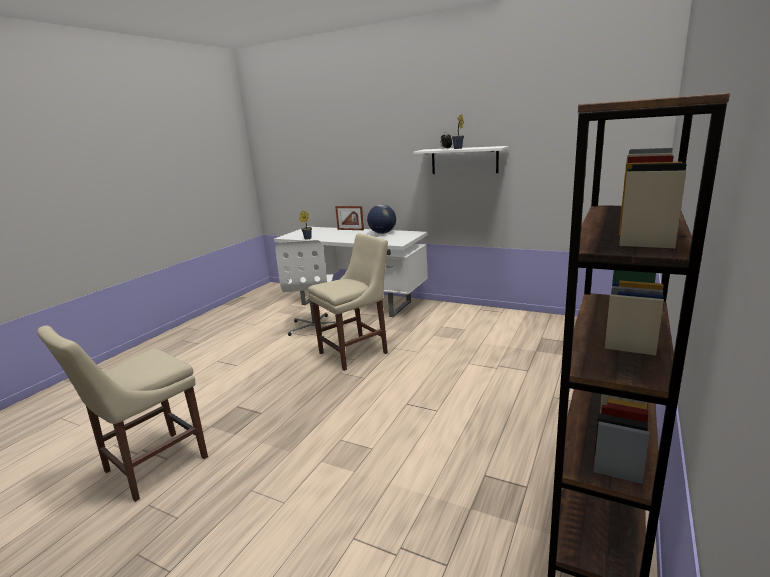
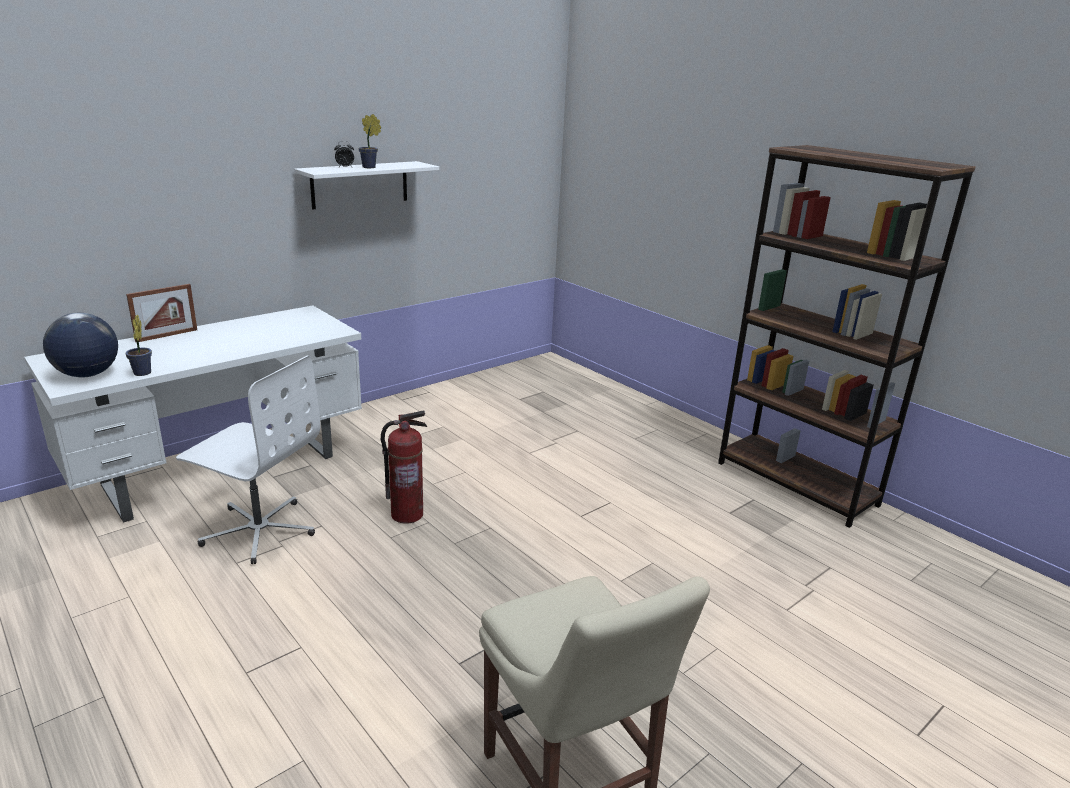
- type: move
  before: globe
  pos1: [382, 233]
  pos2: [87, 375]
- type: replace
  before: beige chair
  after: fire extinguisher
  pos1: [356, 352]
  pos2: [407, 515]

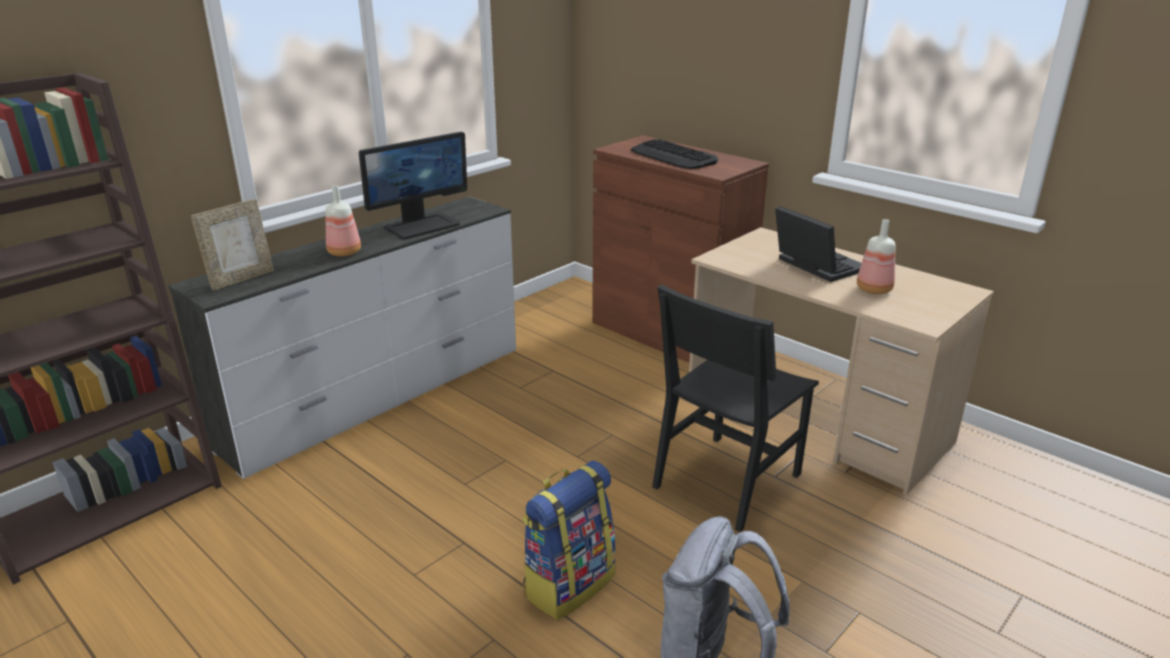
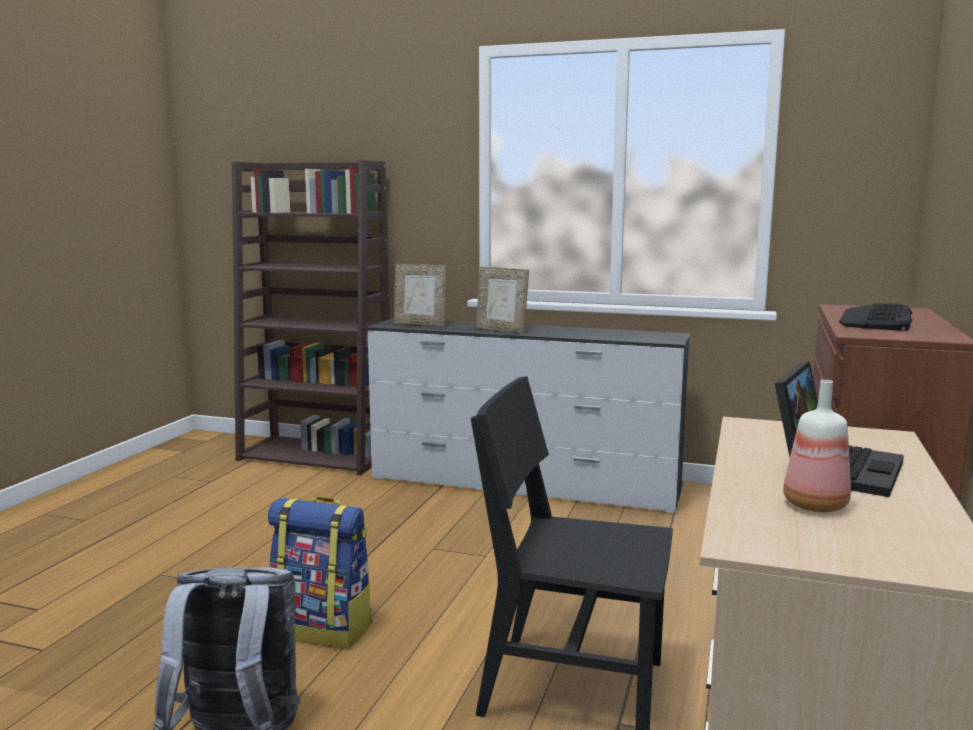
- type: replace
  before: bottle
  after: picture frame
  pos1: [344, 252]
  pos2: [501, 330]
- type: delete
  before: monitor
  pos1: [421, 226]

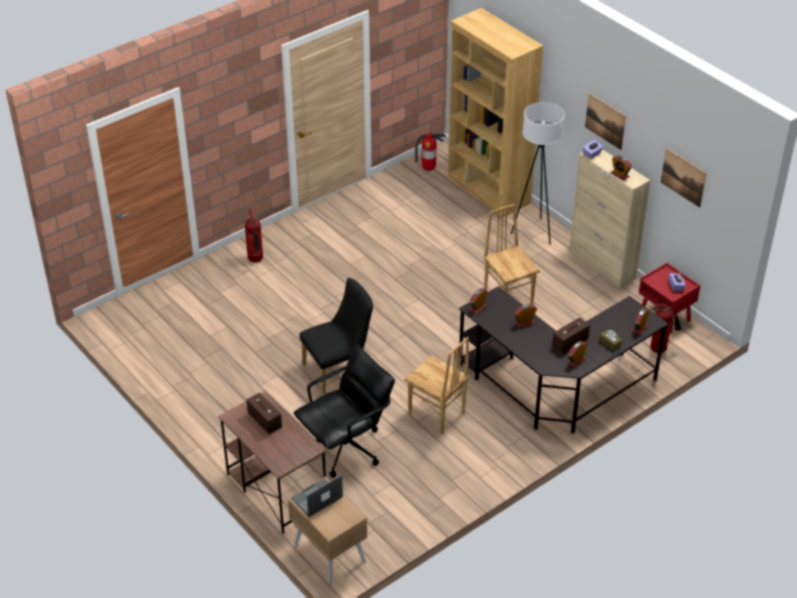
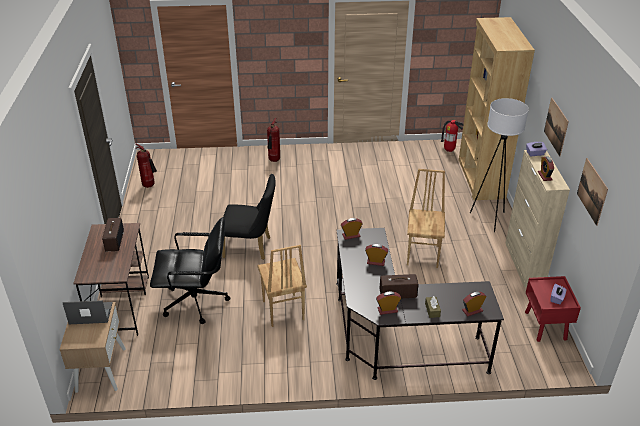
- type: move
  before: fire extinguisher
  pos1: [660, 349]
  pos2: [150, 186]

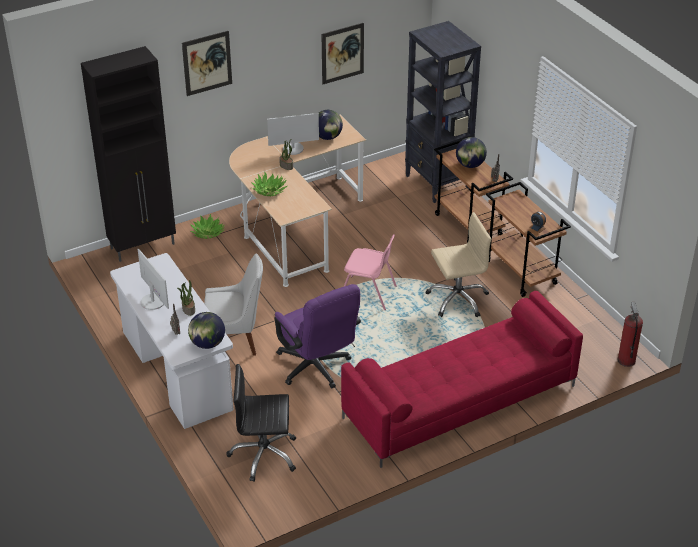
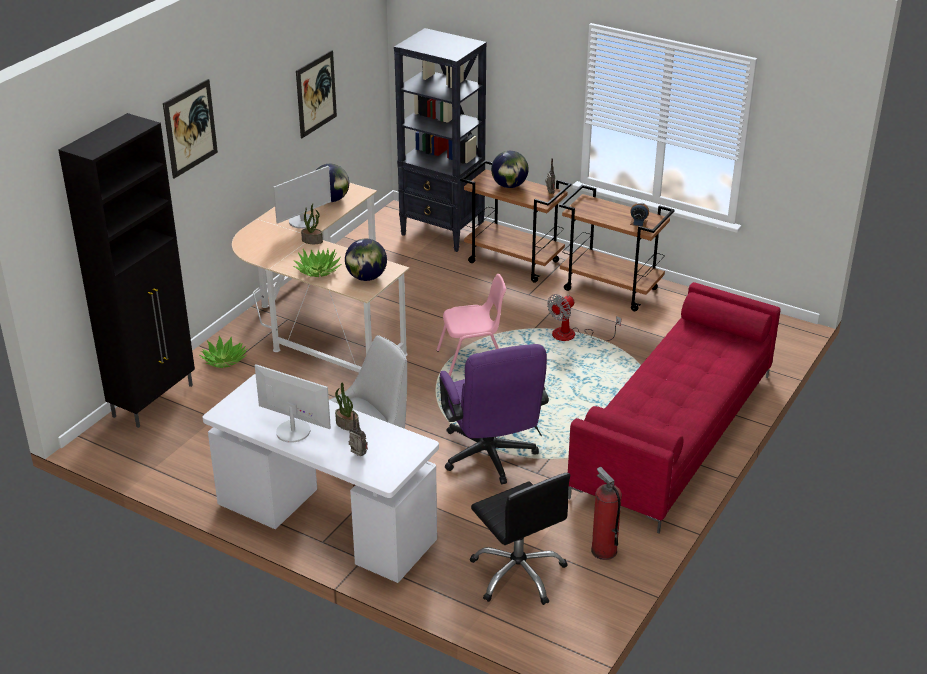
- type: move
  before: globe
  pos1: [207, 344]
  pos2: [366, 277]
- type: rotate
  before: purple office chair
  pos1: [317, 369]
  pos2: [490, 459]
  turn: 45
- type: rotate
  before: black office chair
  pos1: [264, 455]
  pos2: [518, 573]
  turn: -90
- type: replace
  before: beige office chair
  after: fan
  pos1: [457, 299]
  pos2: [572, 335]
- type: move
  before: fire extinguisher
  pos1: [626, 360]
  pos2: [603, 551]

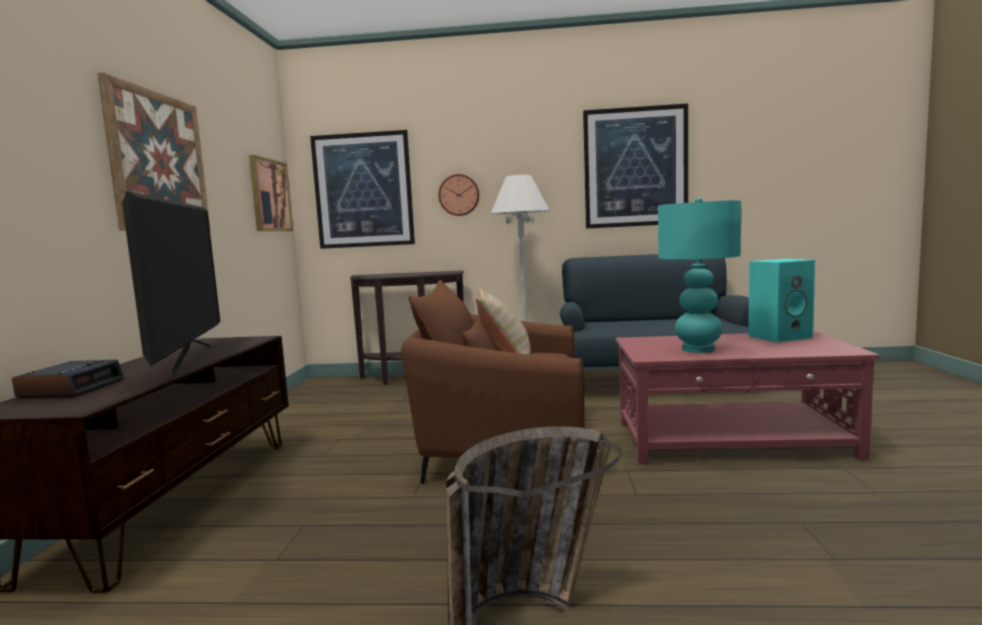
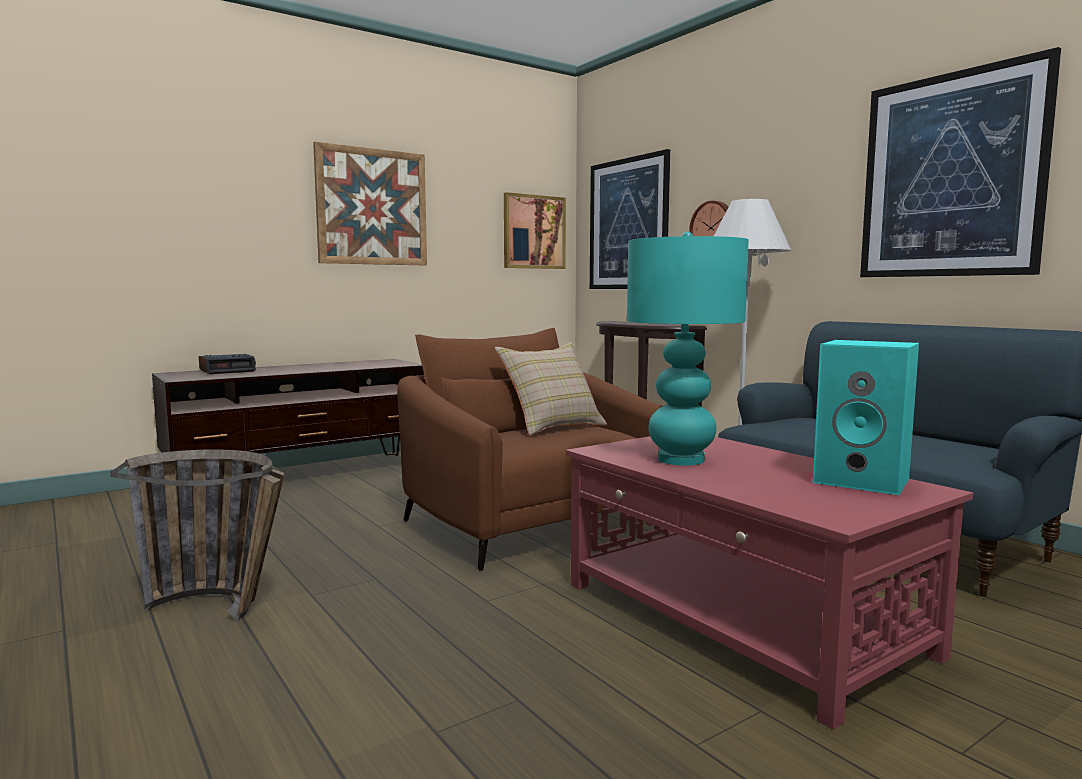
- type: delete
  before: television
  pos1: [190, 359]

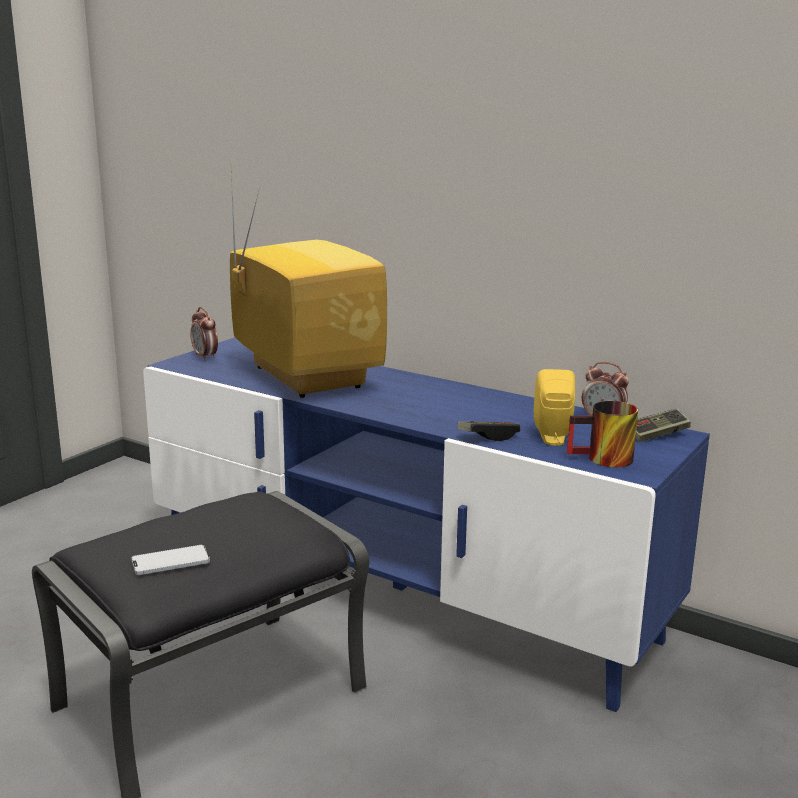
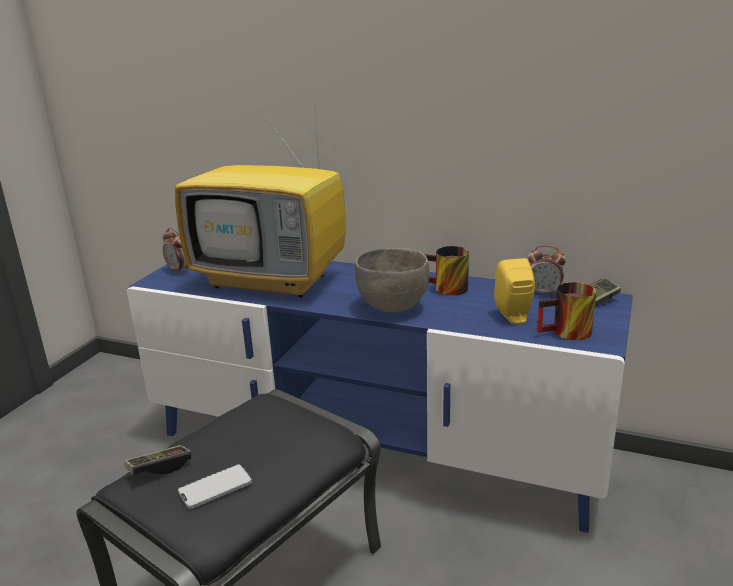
- type: move
  before: game controller
  pos1: [488, 437]
  pos2: [159, 468]
- type: rotate
  before: television
  pos1: [302, 377]
  pos2: [274, 280]
  turn: 150
- type: insert
  after: grey bowl
  pos2: [393, 307]
- type: insert
  after: mug
  pos2: [445, 289]

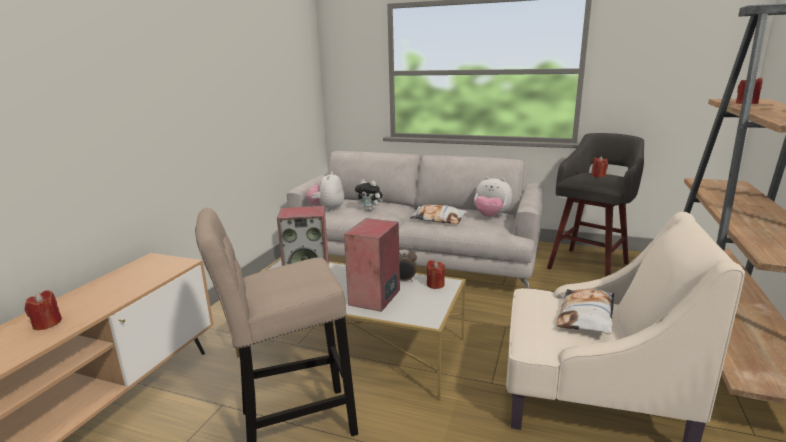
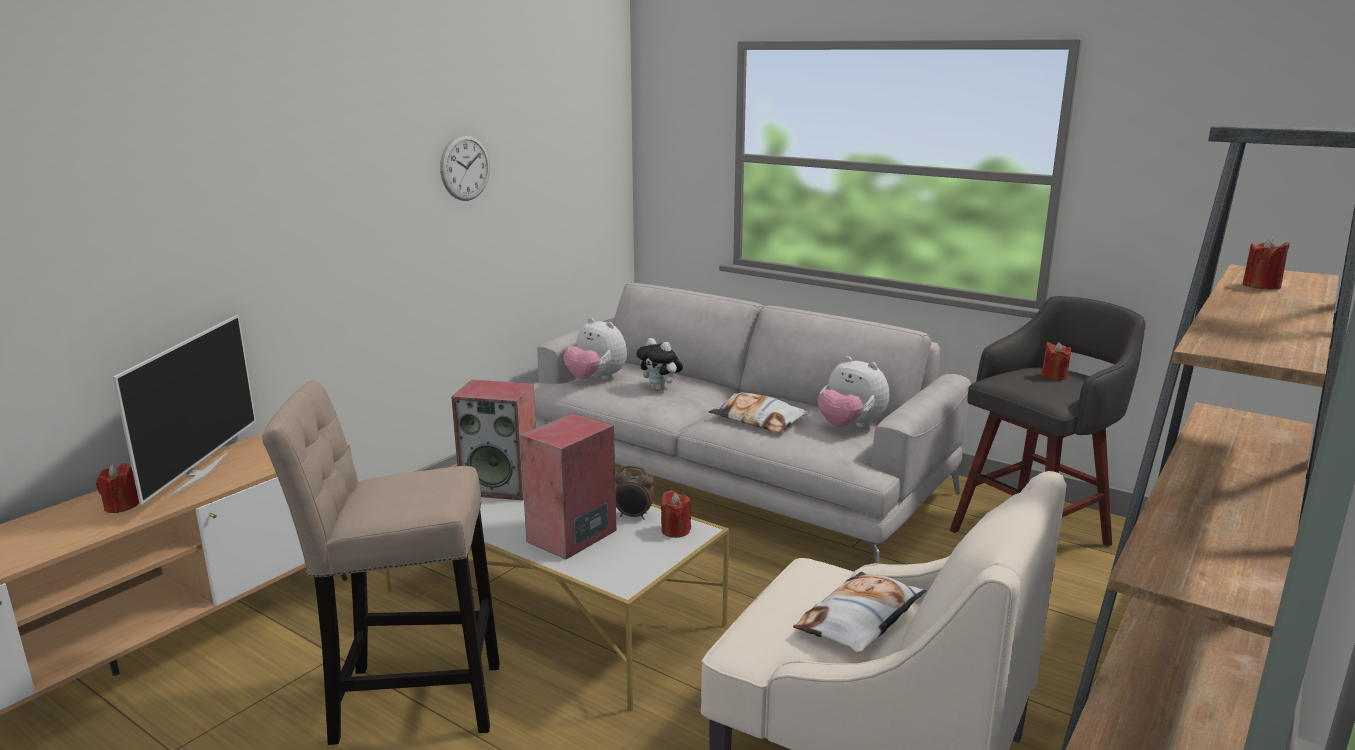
- type: insert
  after: television
  pos2: [198, 474]
- type: insert
  after: wall clock
  pos2: [465, 167]
- type: rotate
  before: plush toy
  pos1: [327, 209]
  pos2: [596, 379]
  turn: -75

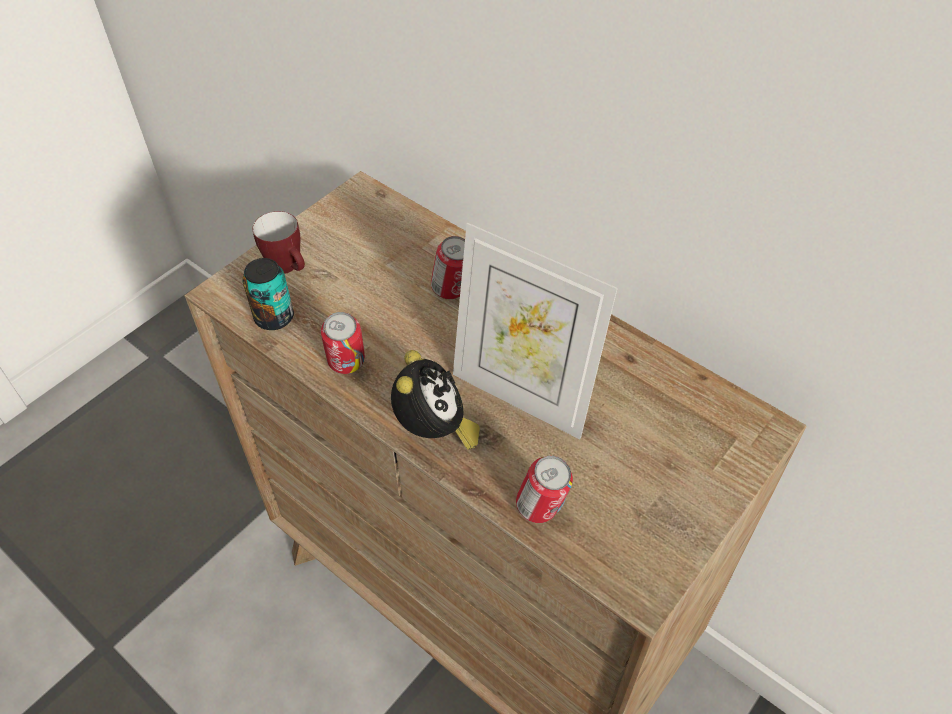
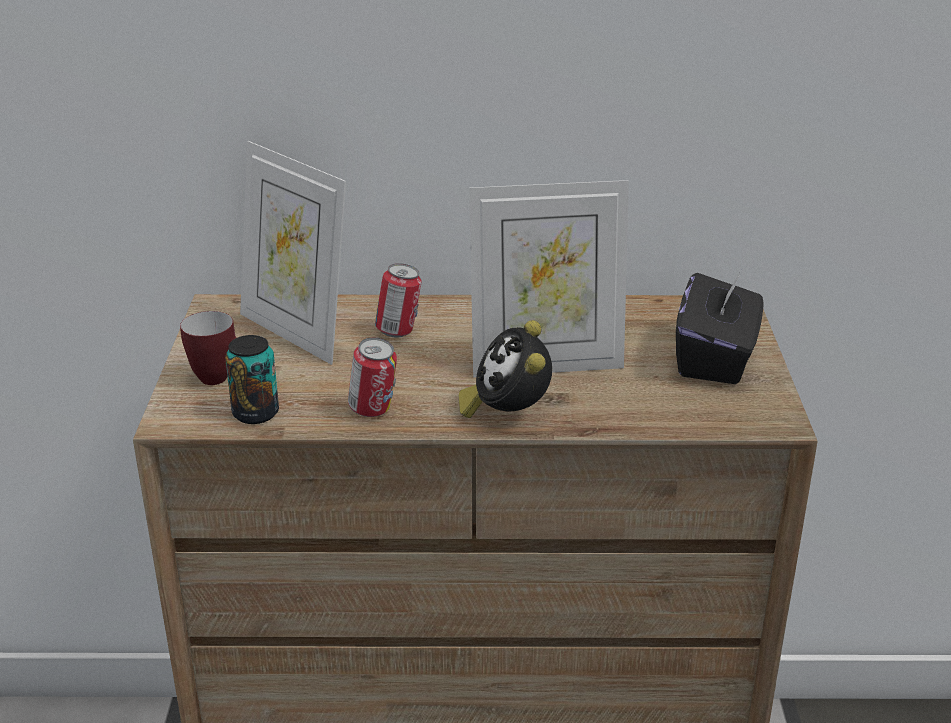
- type: insert
  after: picture frame
  pos2: [296, 333]
- type: rotate
  before: alarm clock
  pos1: [434, 431]
  pos2: [507, 414]
  turn: -150
- type: insert
  after: black tissue box
  pos2: [716, 358]
- type: delete
  before: can
  pos1: [541, 510]

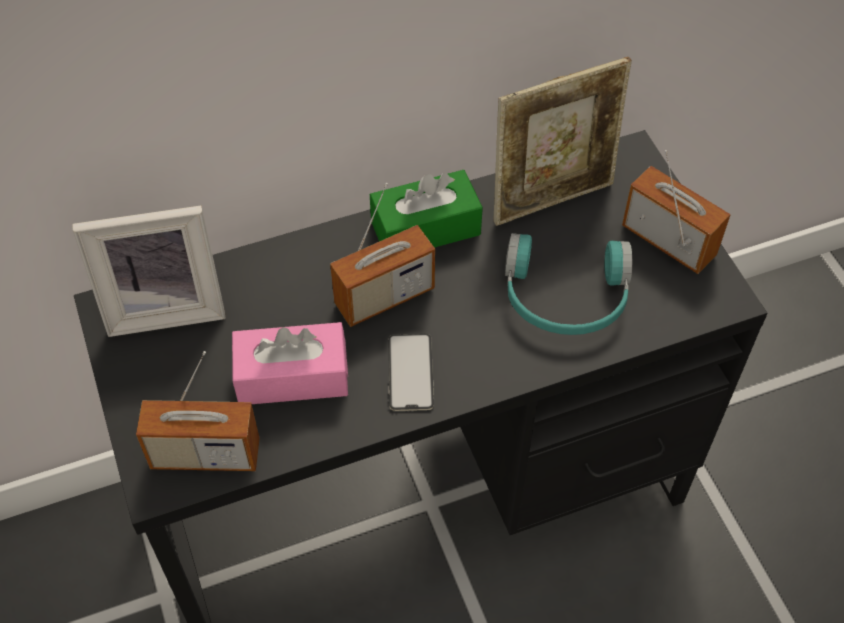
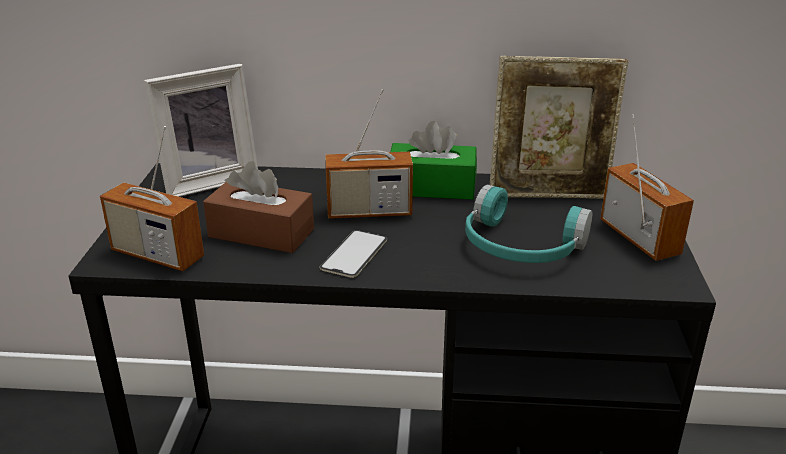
- type: rotate
  before: picture frame
  pos1: [165, 307]
  pos2: [208, 181]
  turn: -45
- type: recolor
  before: pink tissue box
  after: brown tissue box
  pos1: [292, 376]
  pos2: [261, 233]

